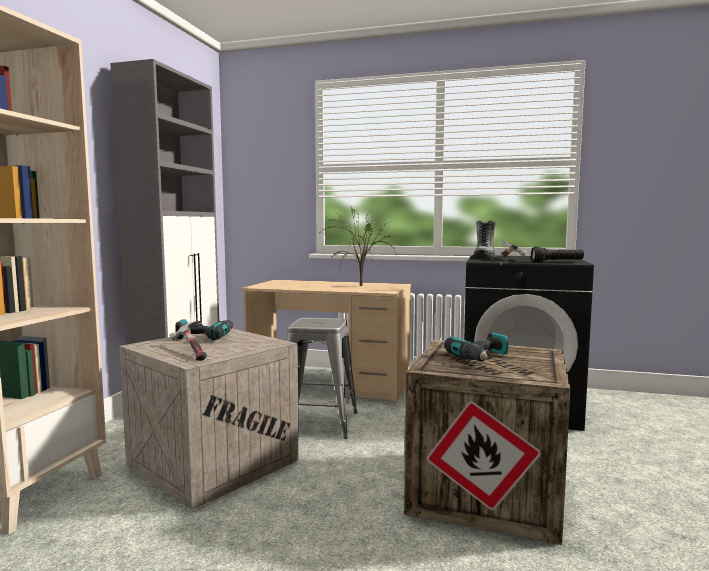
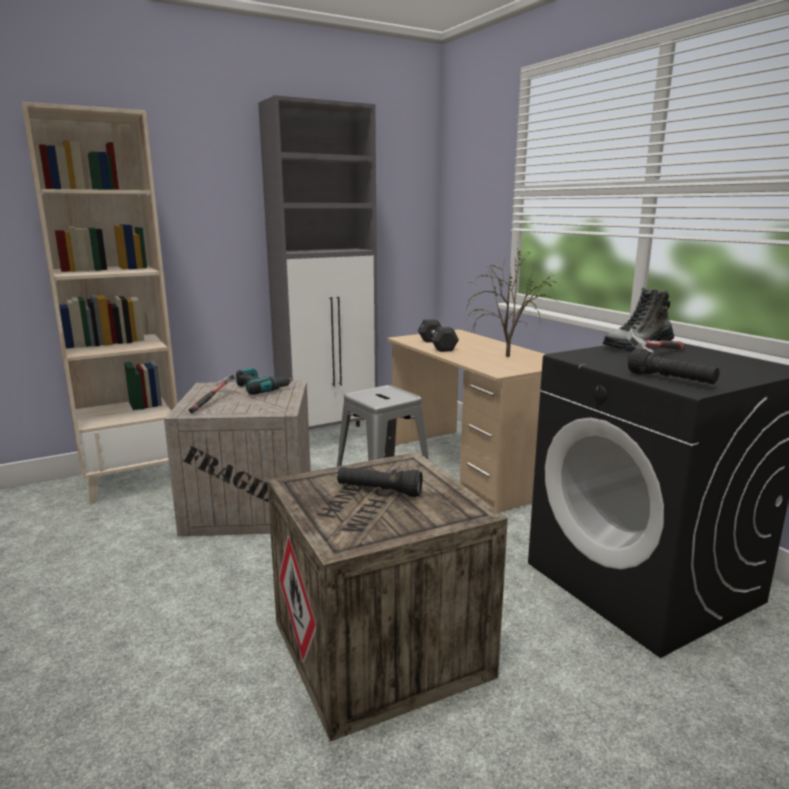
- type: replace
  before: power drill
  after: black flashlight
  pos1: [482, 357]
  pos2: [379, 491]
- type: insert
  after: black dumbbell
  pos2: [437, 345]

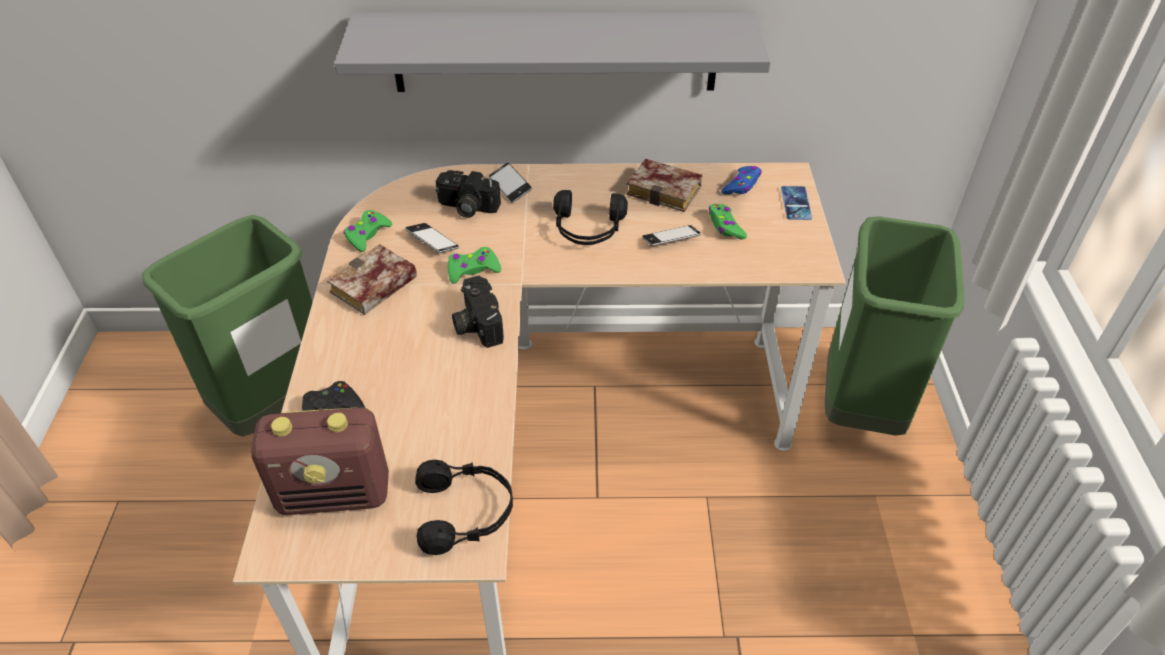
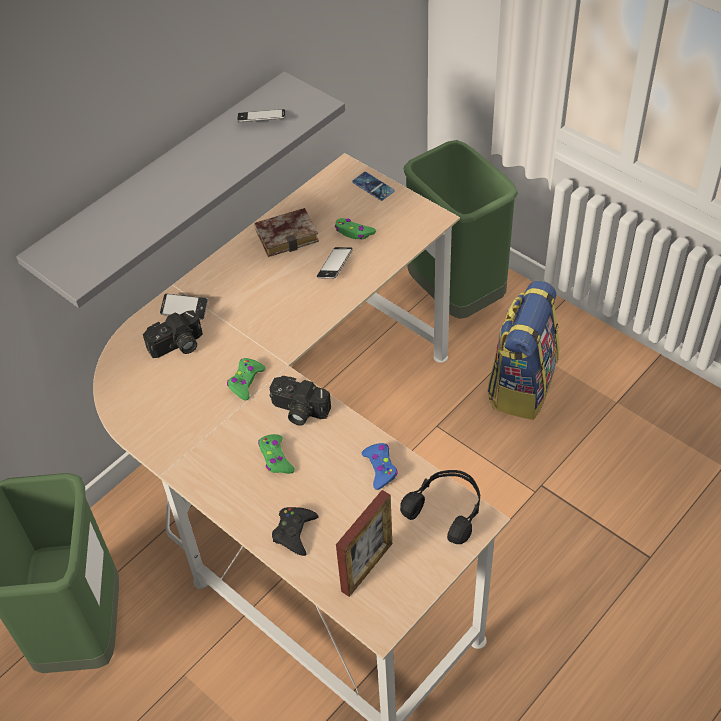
- type: move
  before: phone
  pos1: [432, 242]
  pos2: [262, 119]
- type: move
  before: green game controller
  pos1: [367, 235]
  pos2: [276, 458]
- type: replace
  before: radio
  after: picture frame
  pos1: [336, 493]
  pos2: [367, 567]
- type: move
  before: blue game controller
  pos1: [741, 185]
  pos2: [380, 468]
- type: insert
  after: backpack
  pos2: [521, 385]
- type: delete
  before: book
  pos1: [373, 288]
- type: delete
  before: black headphones
  pos1: [588, 229]

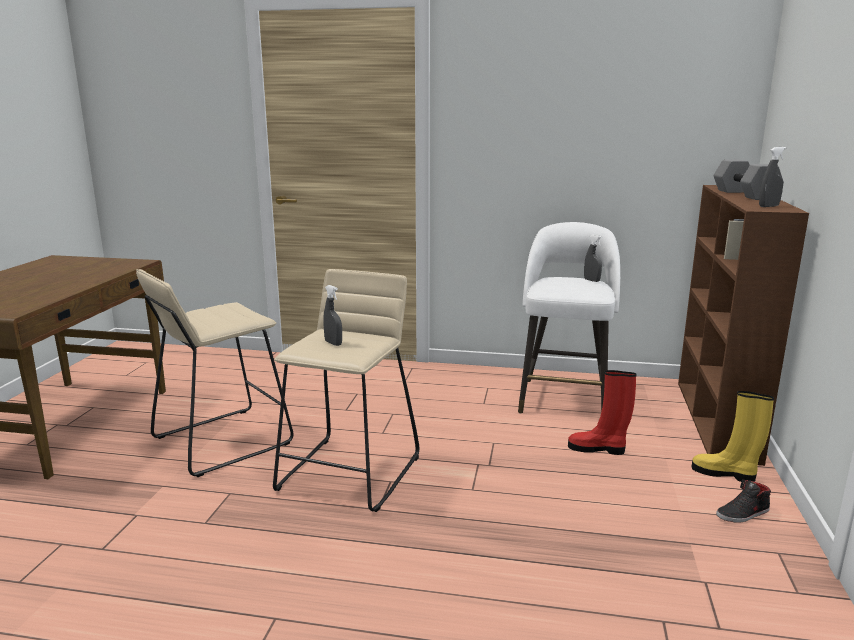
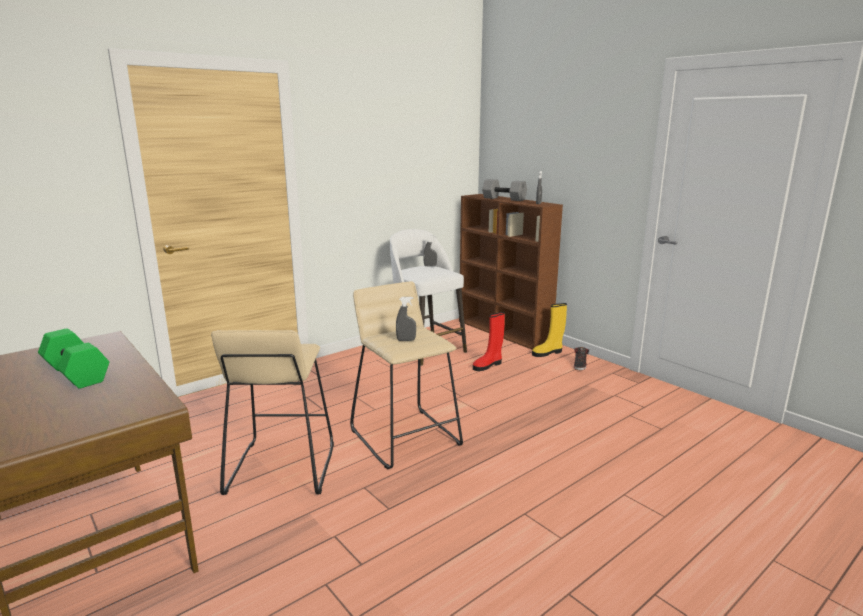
- type: insert
  after: green dumbbell
  pos2: [78, 373]

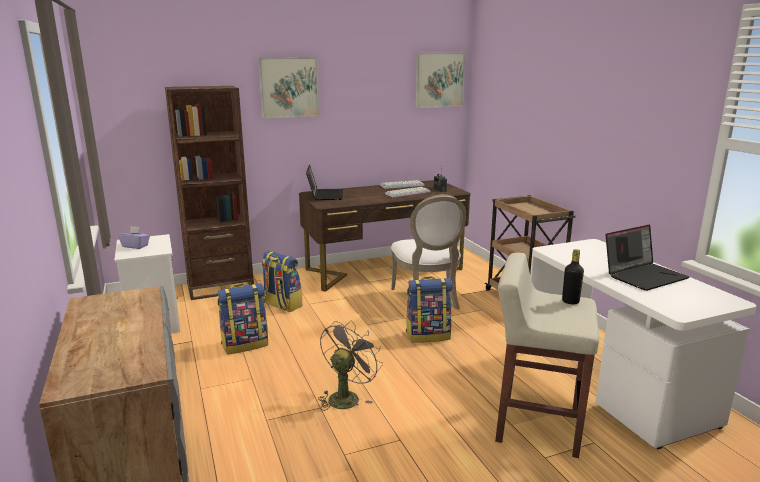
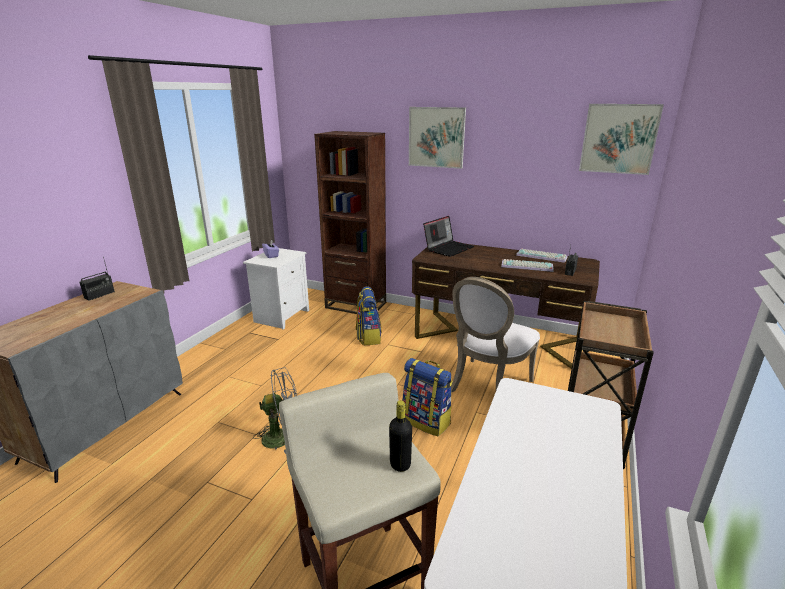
- type: insert
  after: radio
  pos2: [99, 295]
- type: delete
  before: backpack
  pos1: [245, 344]
- type: delete
  before: laptop
  pos1: [644, 276]

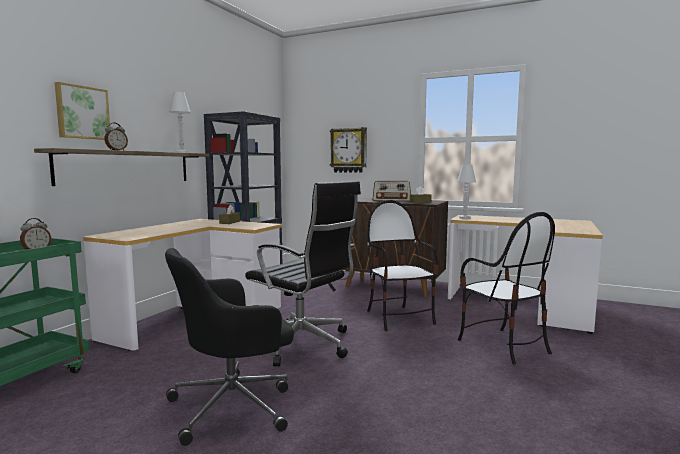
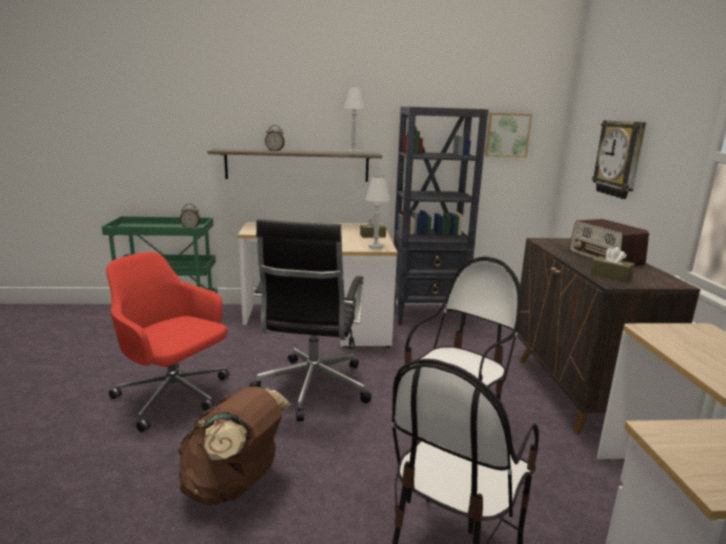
- type: recolor
  before: black office chair
  after: red office chair
  pos1: [234, 405]
  pos2: [174, 396]
- type: insert
  after: brown backpack
  pos2: [234, 485]
- type: move
  before: white table lamp
  pos1: [465, 218]
  pos2: [375, 247]
- type: move
  before: picture
  pos1: [82, 112]
  pos2: [507, 135]

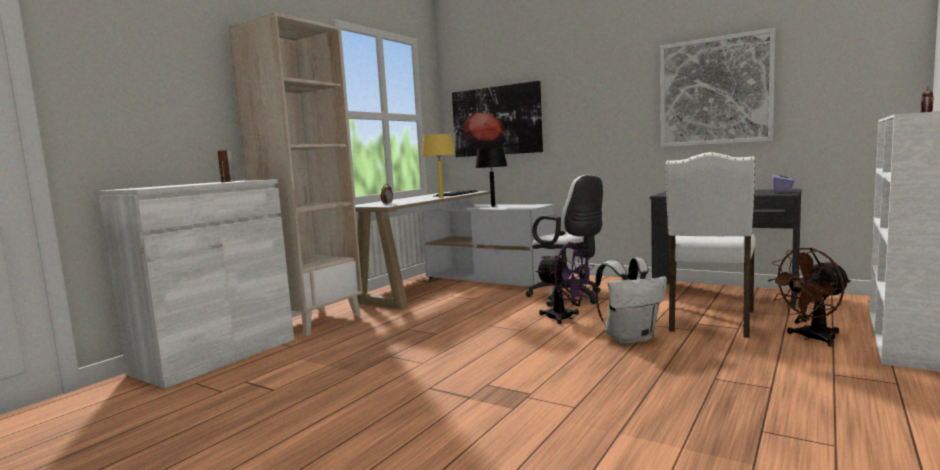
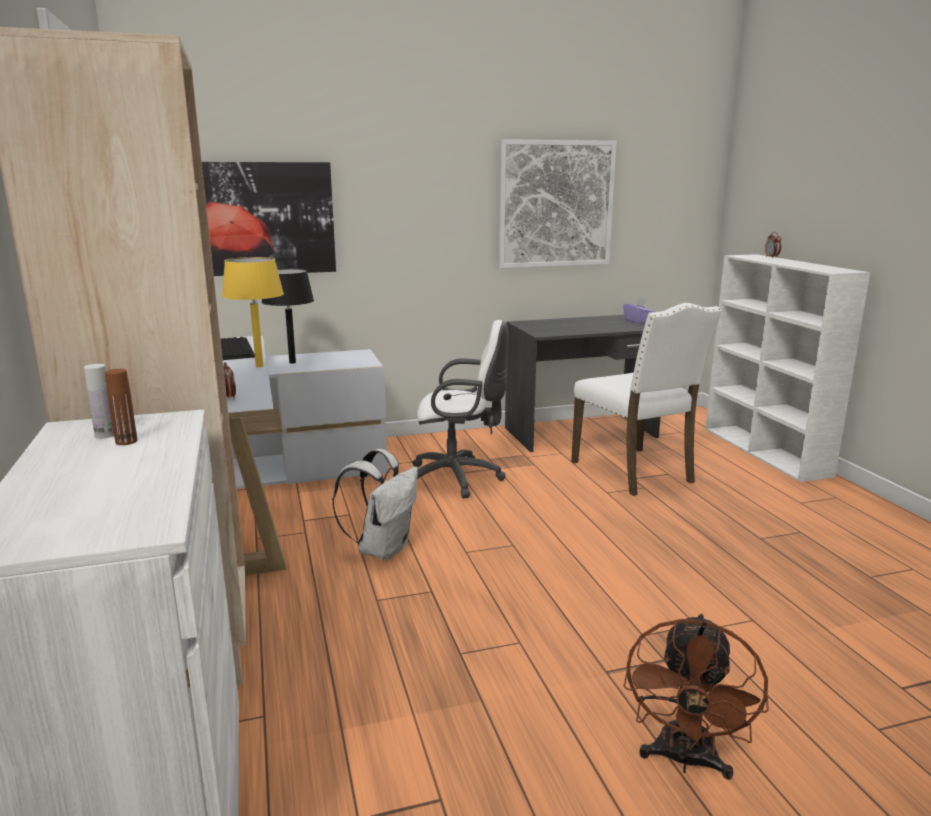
- type: move
  before: white backpack
  pos1: [630, 338]
  pos2: [383, 549]
- type: move
  before: brown fan
  pos1: [812, 338]
  pos2: [685, 760]
- type: delete
  before: purple fan
  pos1: [565, 318]

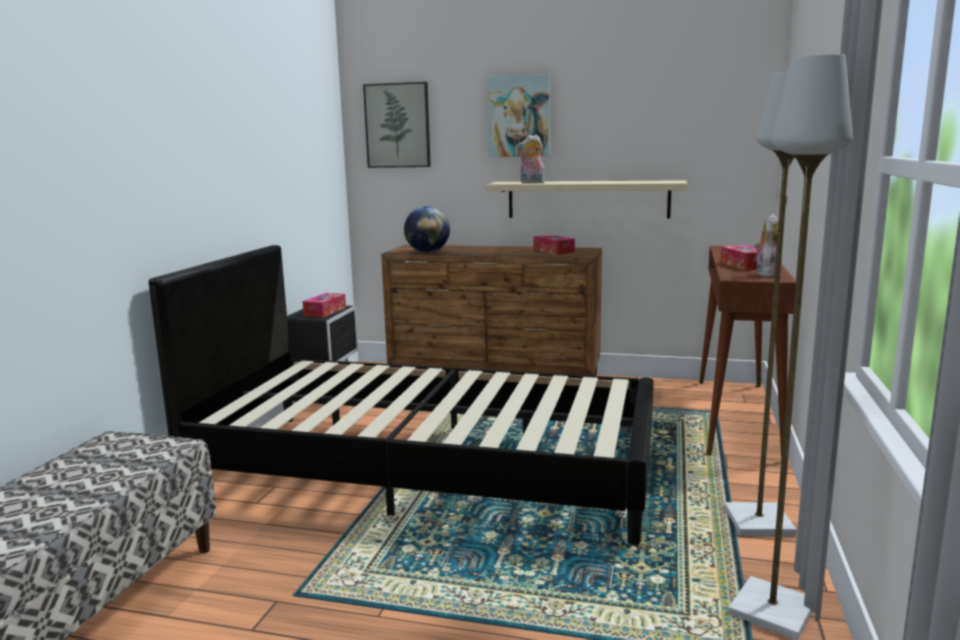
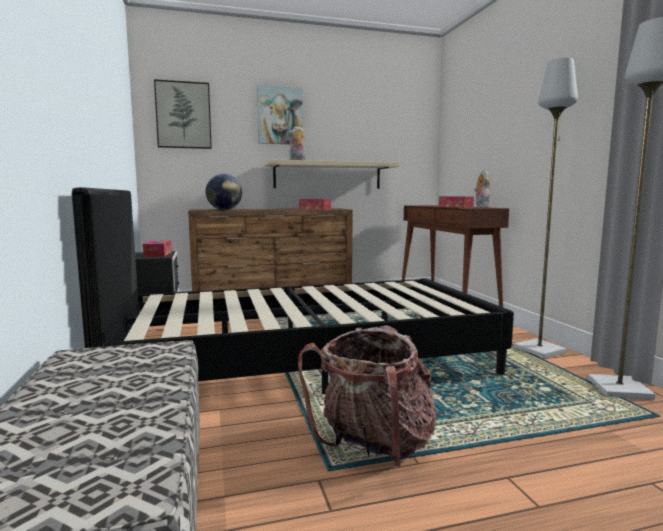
- type: insert
  after: backpack
  pos2: [374, 446]

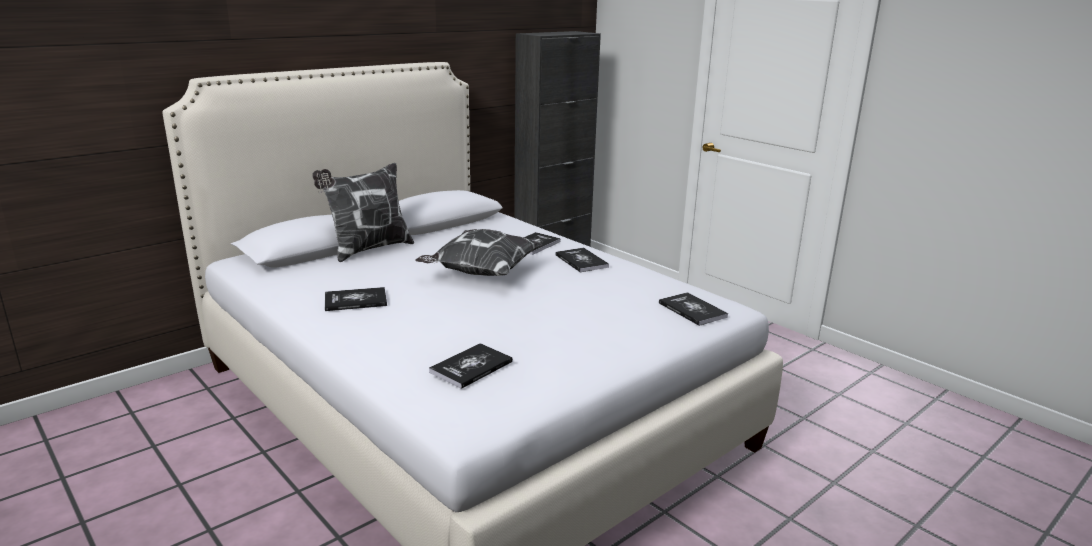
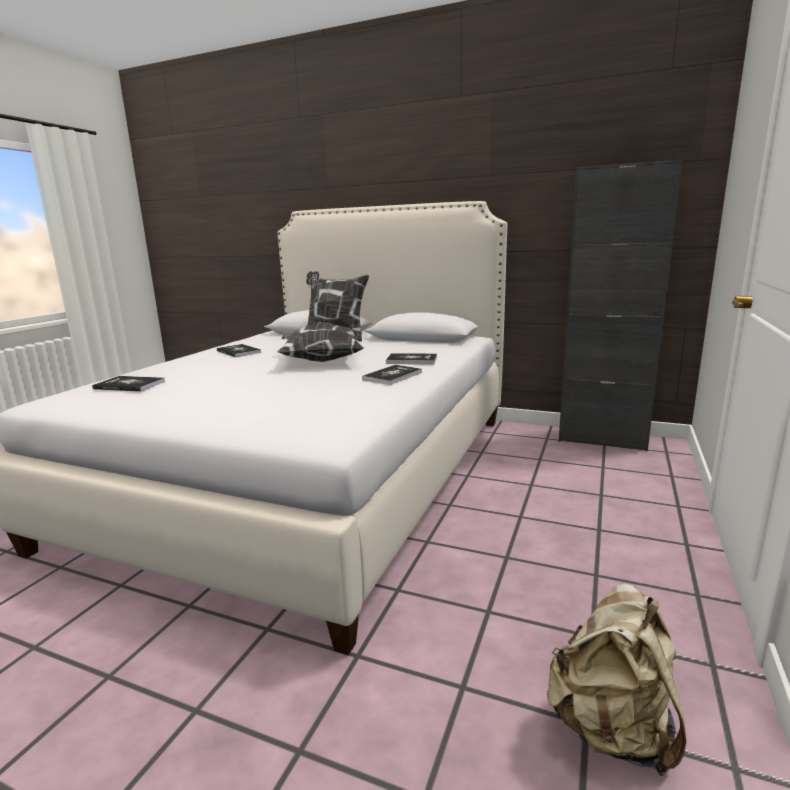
- type: insert
  after: beige backpack
  pos2: [612, 729]
- type: delete
  before: book
  pos1: [692, 310]

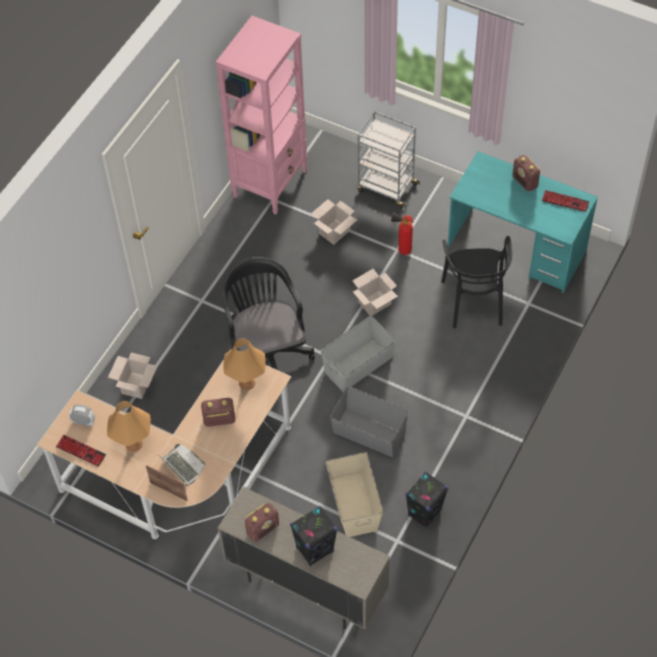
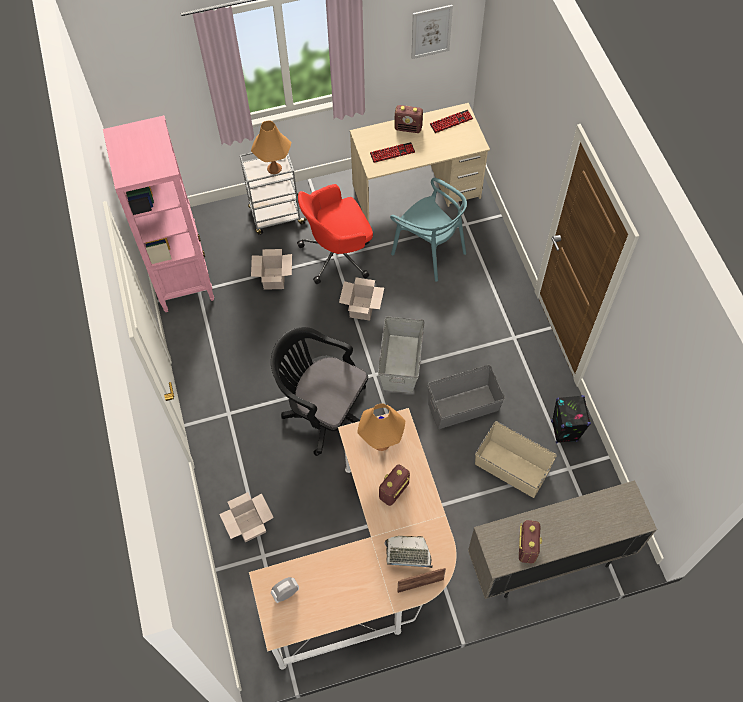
- type: move
  before: orange table lamp
  pos1: [134, 444]
  pos2: [274, 168]
- type: replace
  before: fire extinguisher
  after: red office chair
  pos1: [401, 250]
  pos2: [338, 254]
- type: recolor
  before: turquoise desk
  after: beige desk
  pos1: [516, 249]
  pos2: [416, 192]
- type: move
  before: keyboard
  pos1: [81, 451]
  pos2: [392, 153]
- type: recolor
  before: black chair
  after: turquoise chair
  pos1: [474, 301]
  pos2: [429, 251]
- type: insert
  after: picture
  pos2: [431, 31]
- type: delete
  before: black speaker
  pos1: [315, 550]

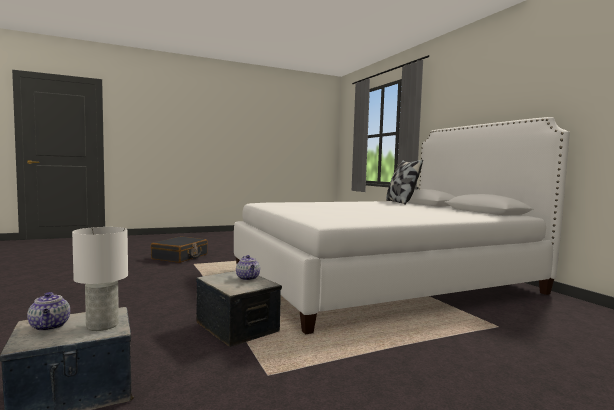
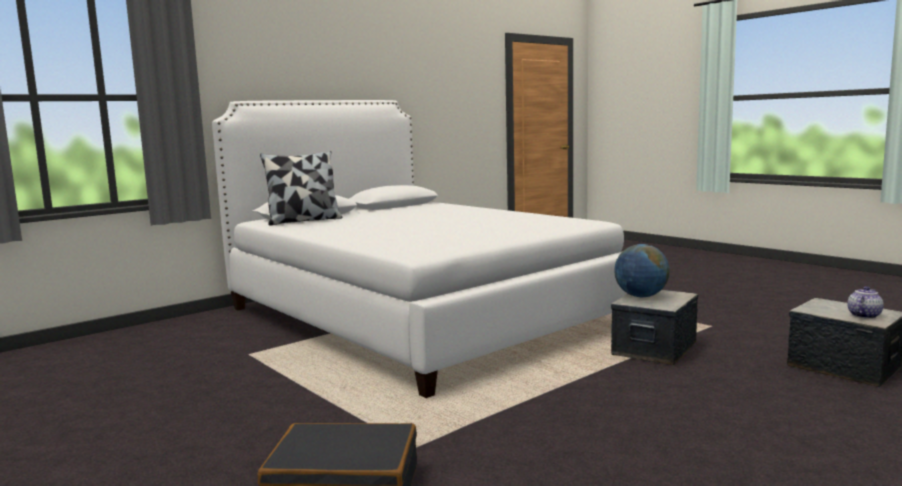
- type: replace
  before: teapot
  after: globe
  pos1: [248, 278]
  pos2: [641, 296]
- type: delete
  before: white table lamp
  pos1: [103, 325]

